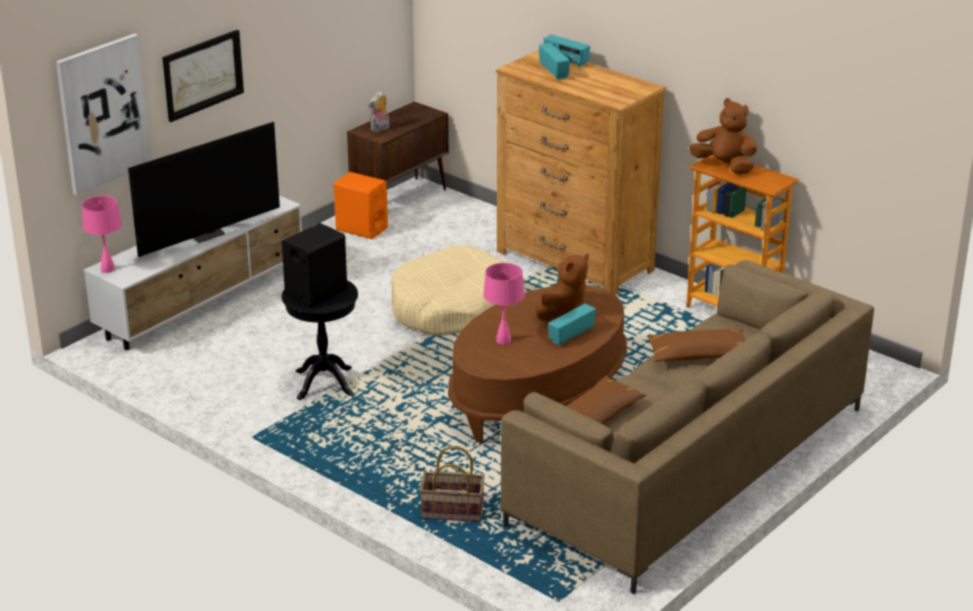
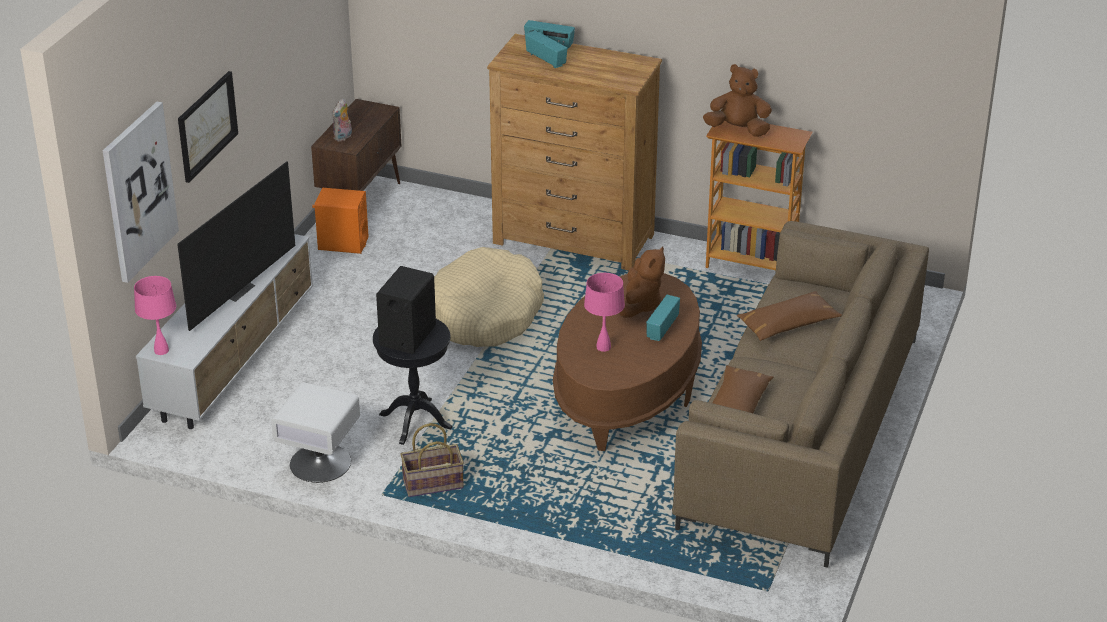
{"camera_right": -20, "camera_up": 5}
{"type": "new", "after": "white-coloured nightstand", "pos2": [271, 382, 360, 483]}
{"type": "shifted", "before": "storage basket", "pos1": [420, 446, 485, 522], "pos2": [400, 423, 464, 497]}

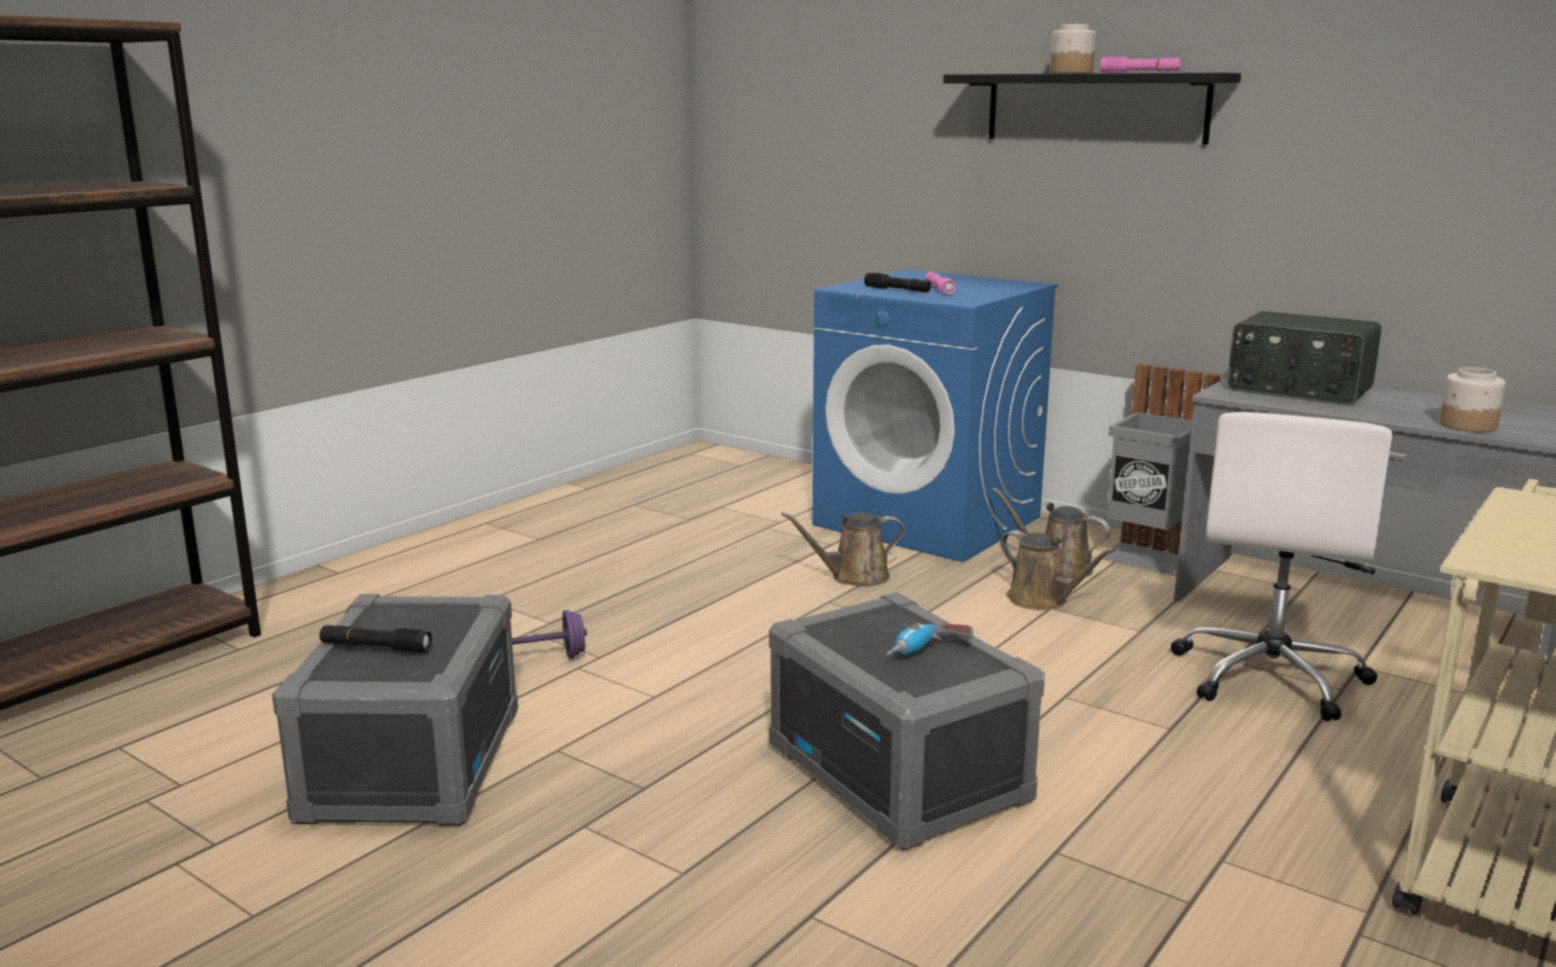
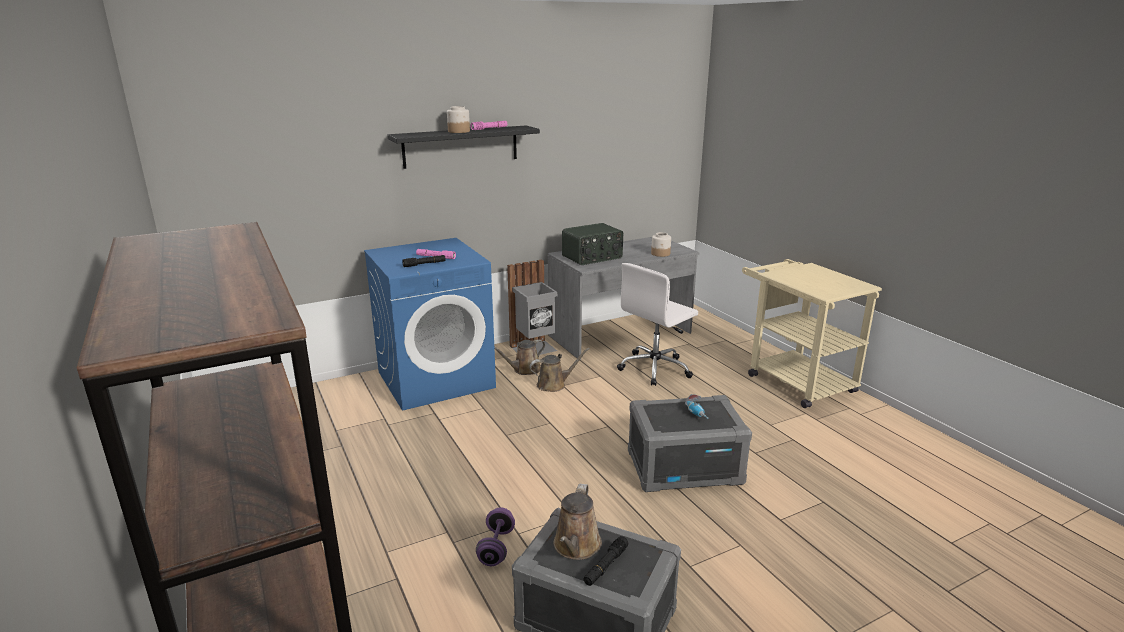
{"camera_right": -65, "camera_up": 5}
{"type": "shifted", "before": "brownish sprinkling can", "pos1": [781, 512, 904, 586], "pos2": [554, 484, 602, 560]}
{"type": "rotated", "before": "white-coloured desk chair", "pos1": [1171, 412, 1392, 721], "pos2": [617, 263, 698, 386], "turn": 90}

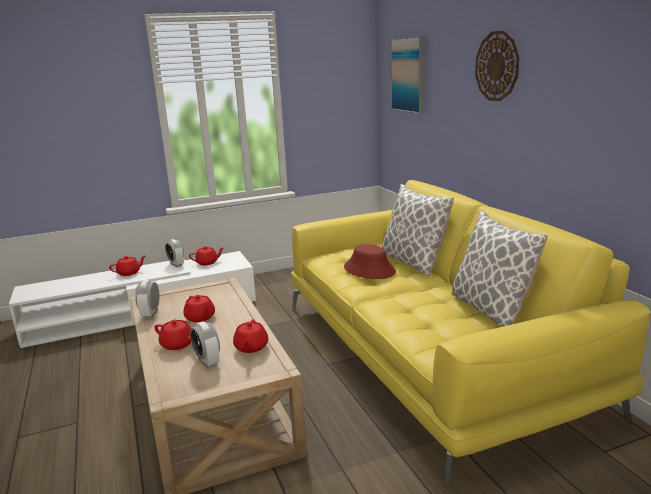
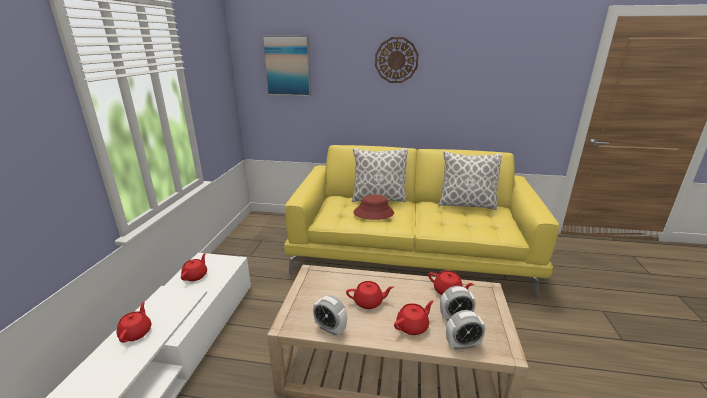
{"camera_right": -60, "camera_up": 5}
{"type": "shifted", "before": "table clock", "pos1": [165, 239, 184, 267], "pos2": [446, 310, 485, 350]}

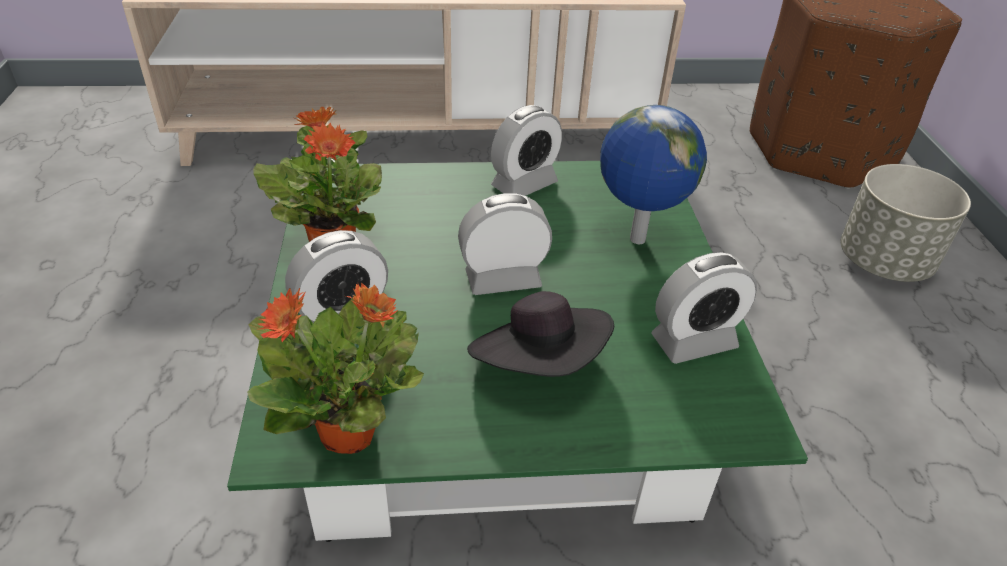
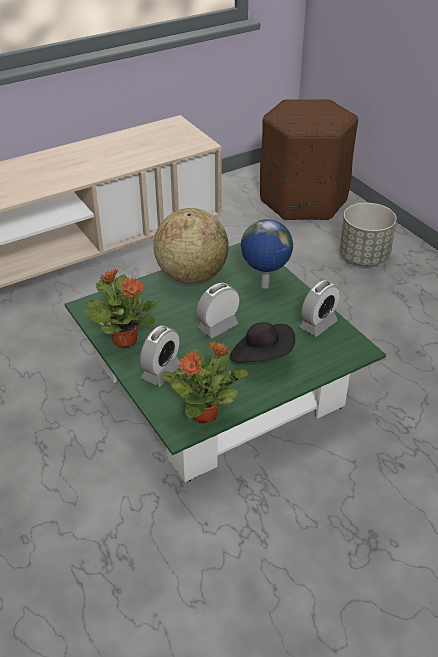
{"camera_right": -25, "camera_up": 0}
{"type": "swapped", "before": "table clock", "after": "world globe", "pos1": [491, 105, 562, 196], "pos2": [153, 208, 229, 284]}

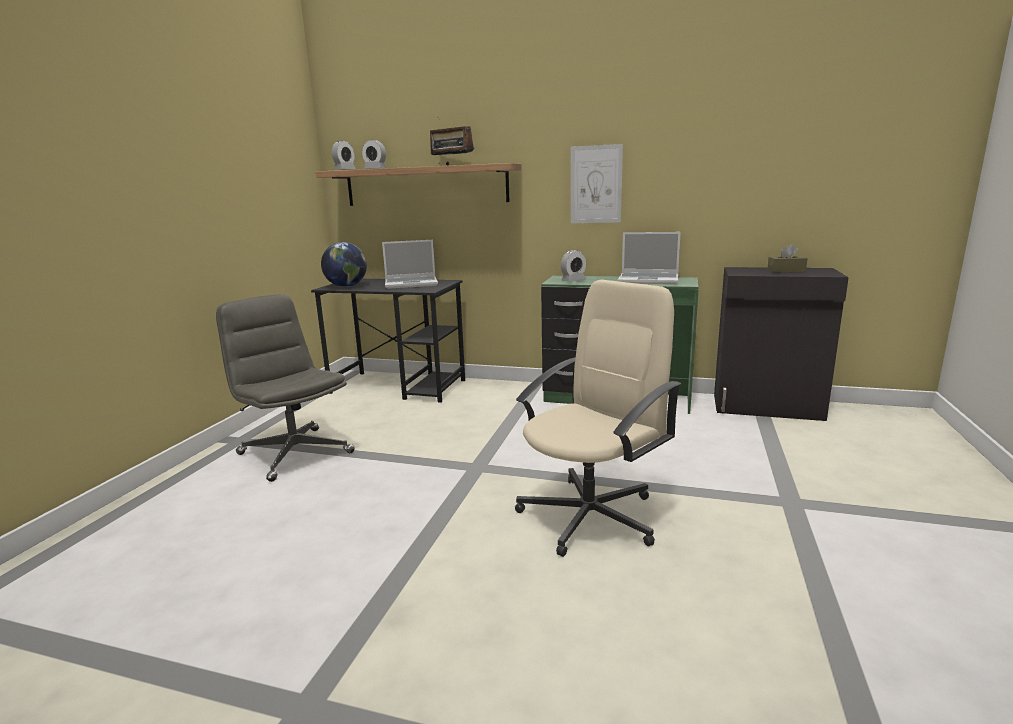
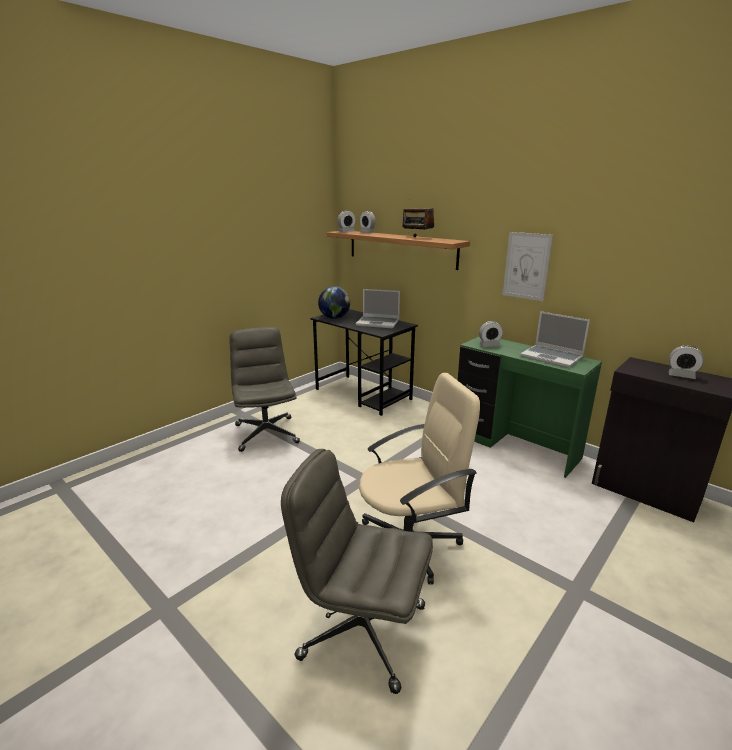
{"camera_right": 25, "camera_up": 5}
{"type": "new", "after": "grey desk chair", "pos2": [281, 449, 433, 694]}
{"type": "swapped", "before": "brownish tissue box", "after": "table clock", "pos1": [767, 244, 807, 273], "pos2": [669, 345, 704, 379]}

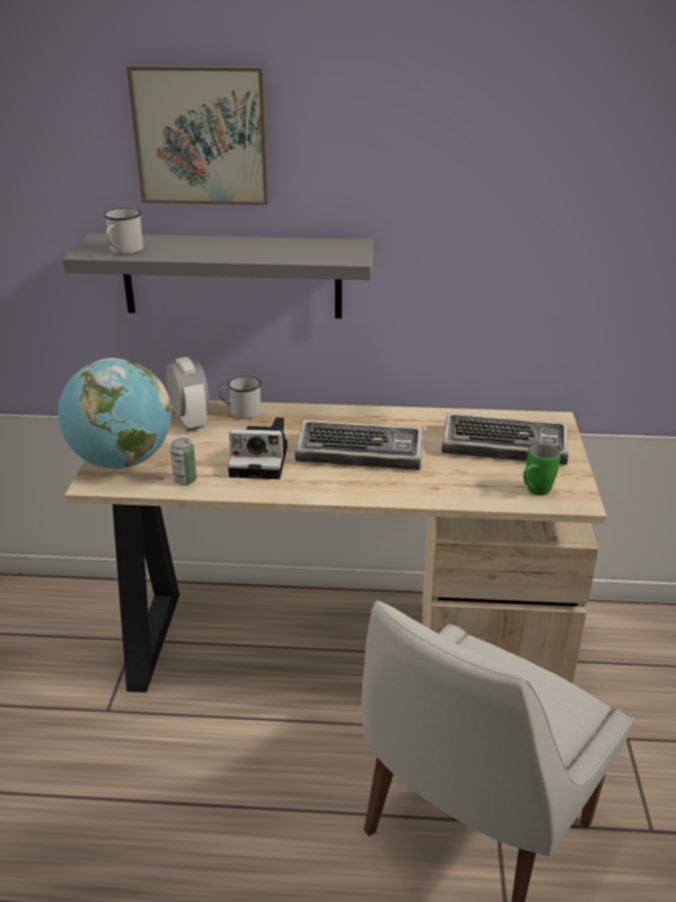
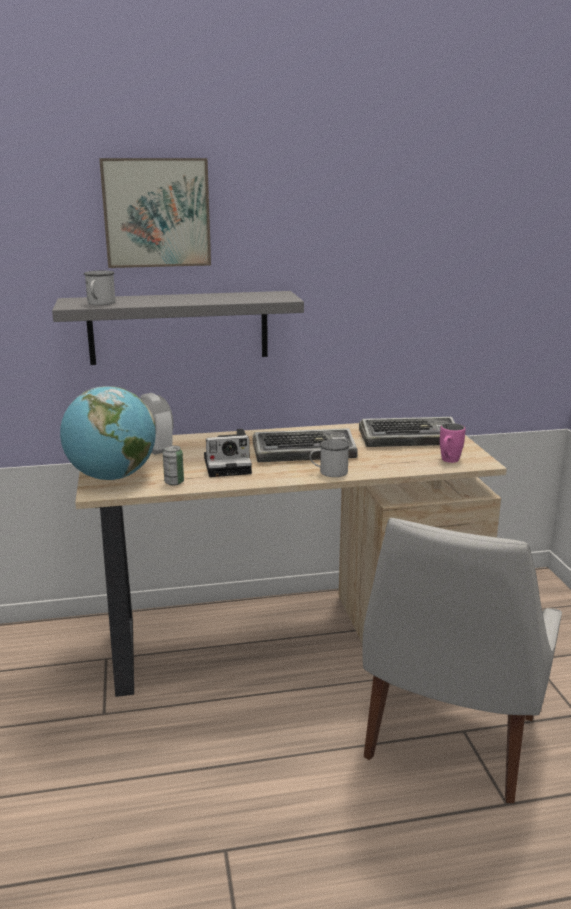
{"camera_right": -15, "camera_up": -10}
{"type": "shifted", "before": "white-coloured mug", "pos1": [219, 376, 261, 419], "pos2": [310, 439, 350, 477]}
{"type": "repainted", "before": "green mug", "after": "pink-coloured mug", "pos1": [523, 443, 561, 496], "pos2": [440, 423, 465, 463]}

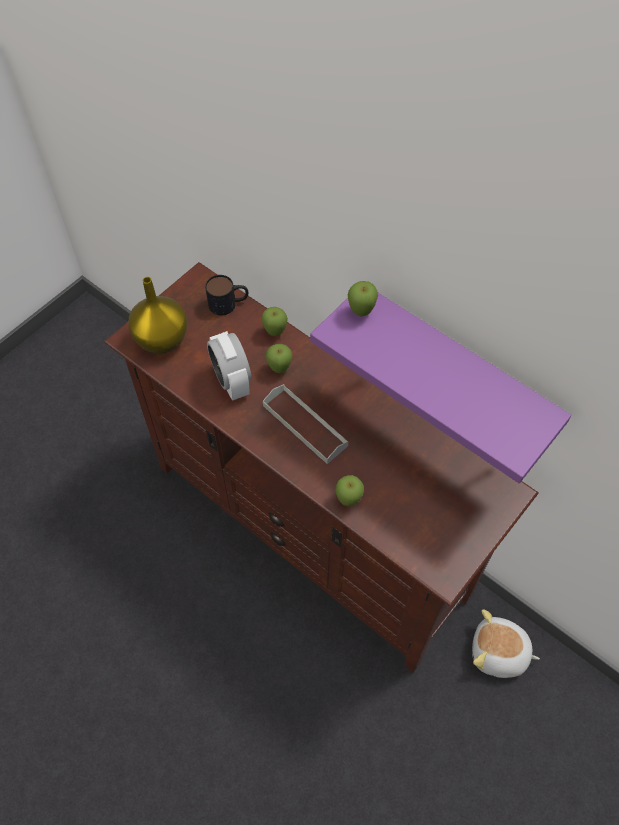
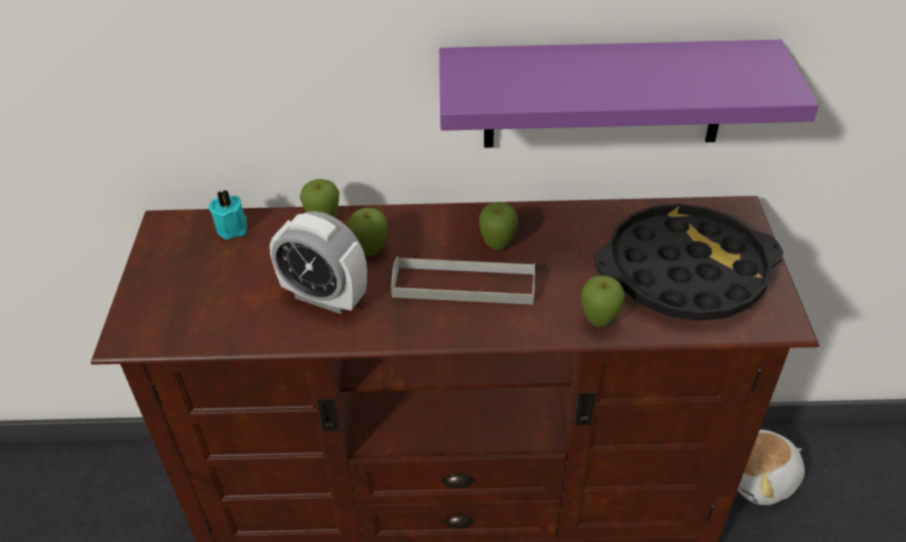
{"camera_right": -40, "camera_up": -15}
{"type": "swapped", "before": "mug", "after": "blue-green wax light", "pos1": [205, 275, 248, 315], "pos2": [209, 189, 247, 240]}
{"type": "shifted", "before": "whole apple", "pos1": [348, 281, 378, 316], "pos2": [479, 202, 518, 251]}
{"type": "new", "after": "black-coloured serving tray", "pos2": [594, 204, 783, 321]}
{"type": "gone", "before": "yellow decorative vase", "pos1": [129, 277, 188, 354]}

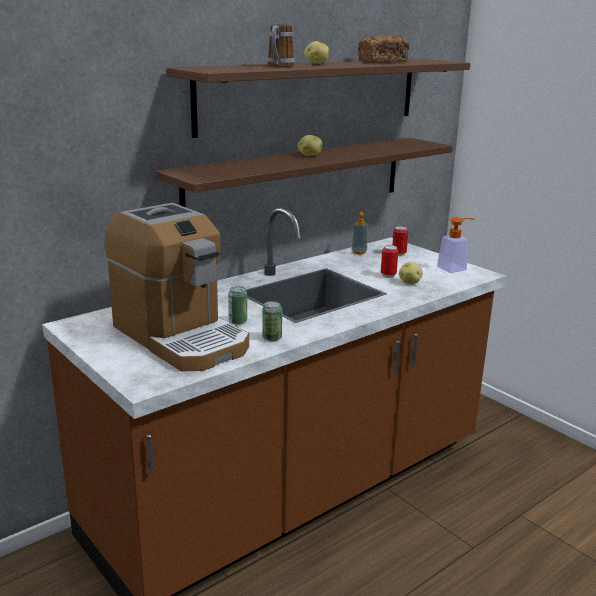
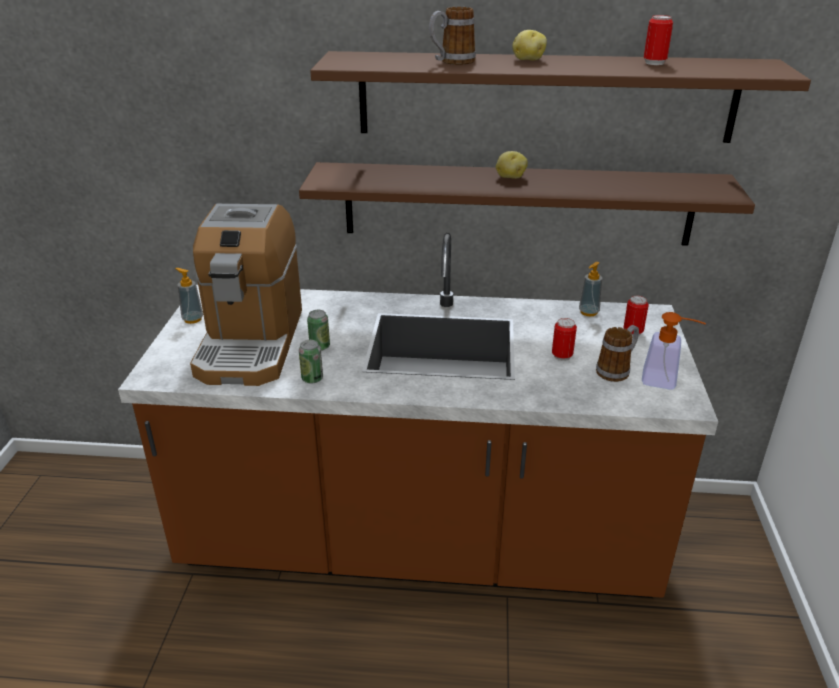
{"camera_right": 45, "camera_up": 10}
{"type": "new", "after": "soap bottle", "pos2": [175, 268, 203, 324]}
{"type": "new", "after": "mug", "pos2": [596, 325, 639, 382]}
{"type": "swapped", "before": "bread", "after": "sealed can", "pos1": [358, 35, 409, 63], "pos2": [644, 15, 673, 65]}
{"type": "gone", "before": "potato", "pos1": [399, 262, 423, 284]}

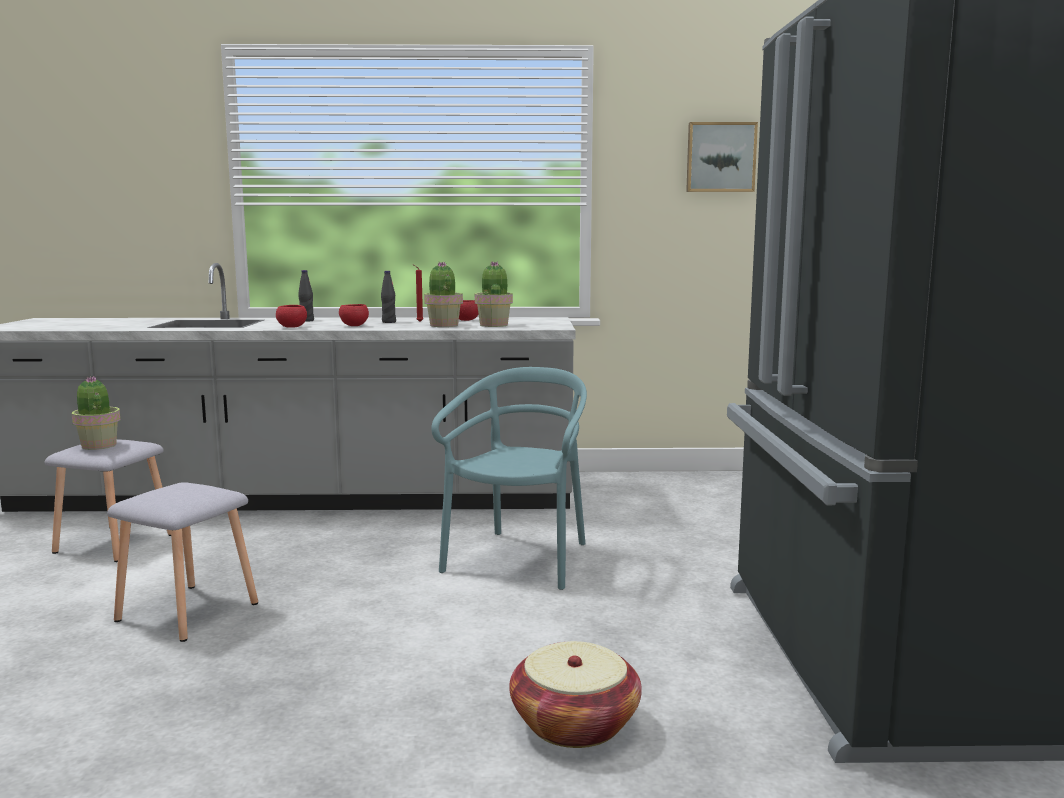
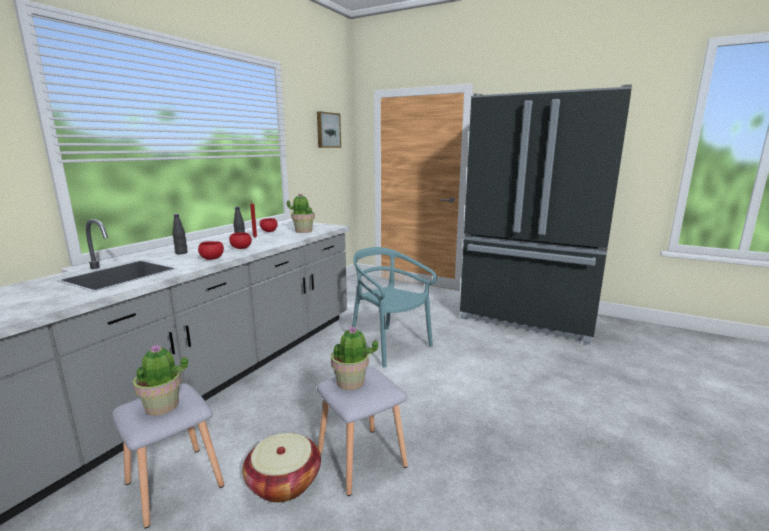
{"camera_right": -60, "camera_up": 5}
{"type": "shifted", "before": "storage basket", "pos1": [509, 641, 642, 748], "pos2": [243, 433, 321, 502]}
{"type": "shifted", "before": "potted plant", "pos1": [424, 262, 463, 327], "pos2": [331, 326, 379, 390]}

